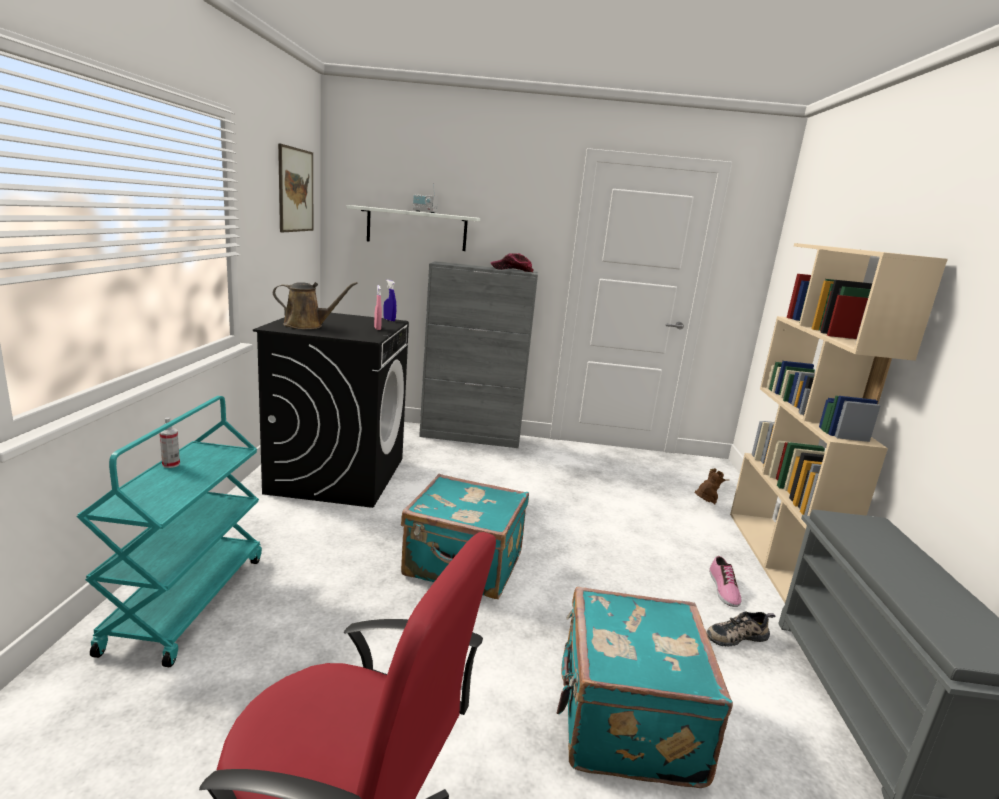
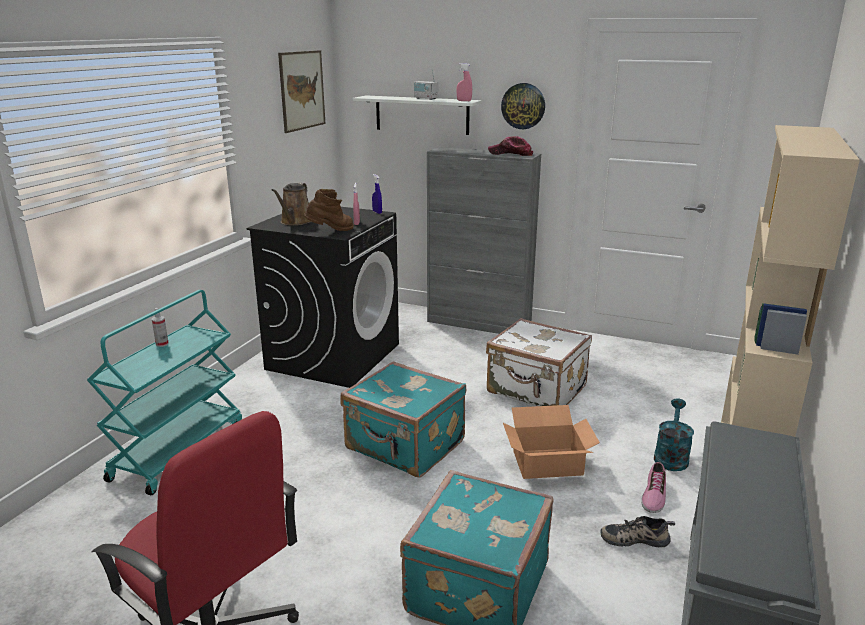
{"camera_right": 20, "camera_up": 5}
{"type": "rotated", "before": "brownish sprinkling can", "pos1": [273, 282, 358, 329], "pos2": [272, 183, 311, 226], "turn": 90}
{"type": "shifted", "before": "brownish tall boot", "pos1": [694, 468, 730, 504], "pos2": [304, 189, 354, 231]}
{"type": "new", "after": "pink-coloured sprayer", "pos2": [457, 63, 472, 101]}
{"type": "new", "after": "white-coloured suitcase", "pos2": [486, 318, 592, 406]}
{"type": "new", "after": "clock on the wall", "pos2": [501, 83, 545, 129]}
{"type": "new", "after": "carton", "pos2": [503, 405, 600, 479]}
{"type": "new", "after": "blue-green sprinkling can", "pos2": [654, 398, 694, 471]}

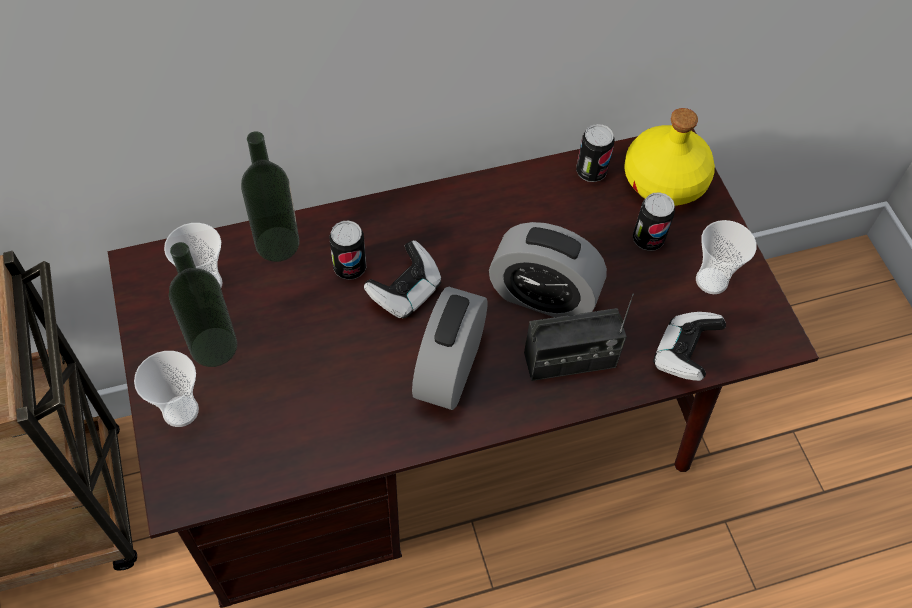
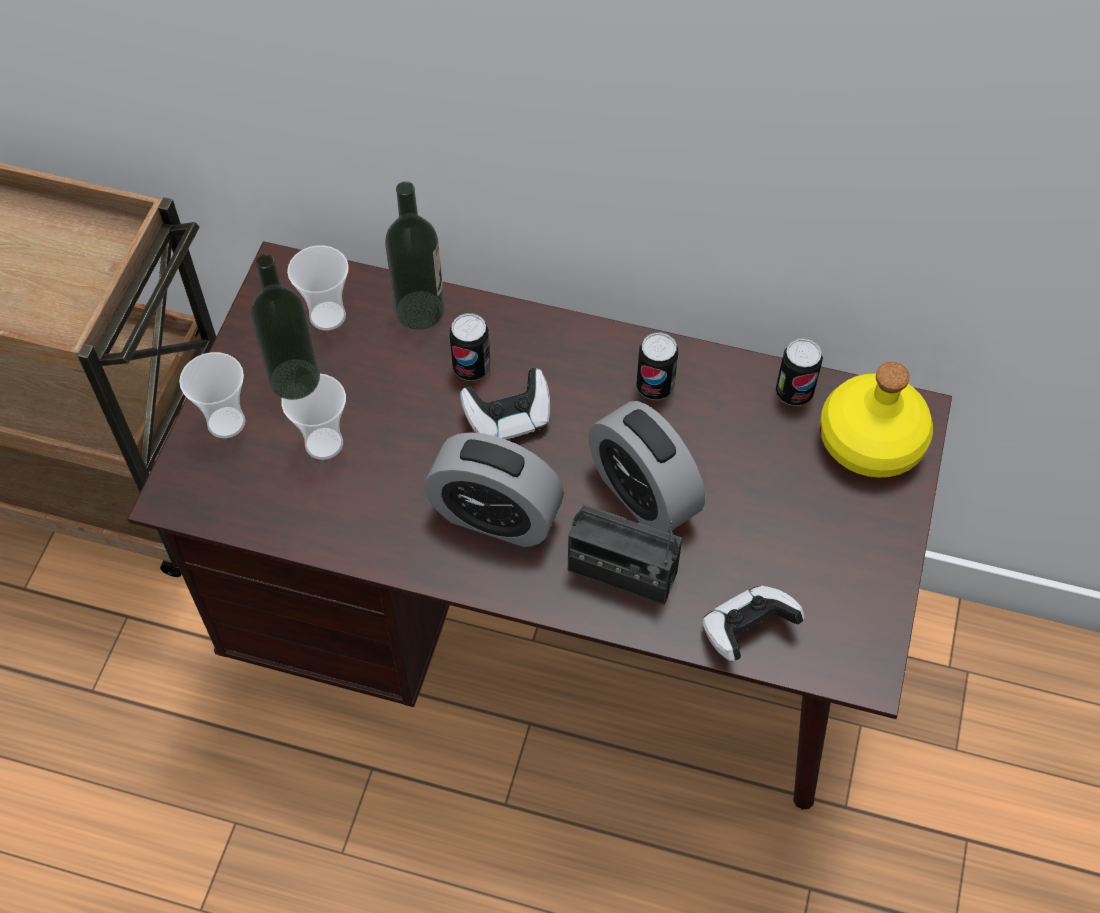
{"camera_right": 35, "camera_up": 0}
{"type": "shifted", "before": "small cup", "pos1": [696, 220, 757, 294], "pos2": [282, 373, 346, 460]}
{"type": "rotated", "before": "table clock", "pos1": [412, 287, 488, 410], "pos2": [424, 432, 564, 547], "turn": -120}
{"type": "shifted", "before": "sealed can", "pos1": [633, 192, 675, 251], "pos2": [636, 332, 678, 400]}

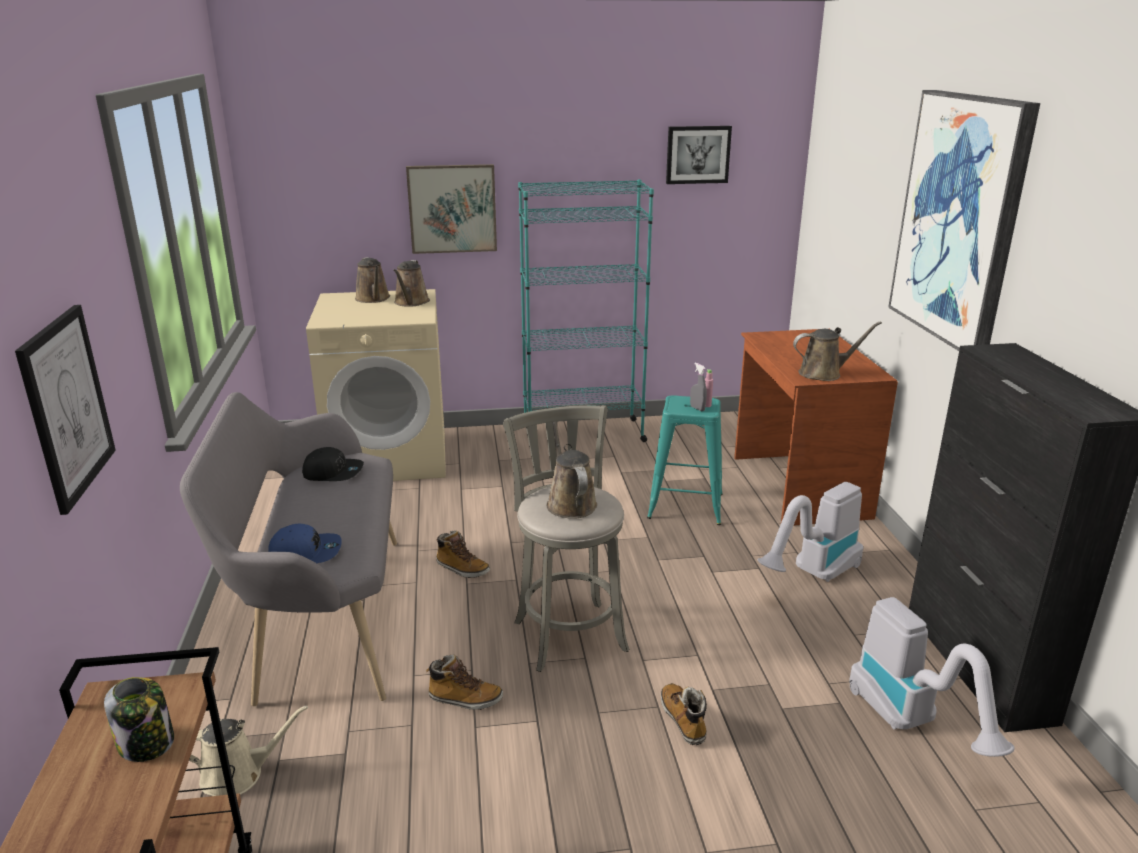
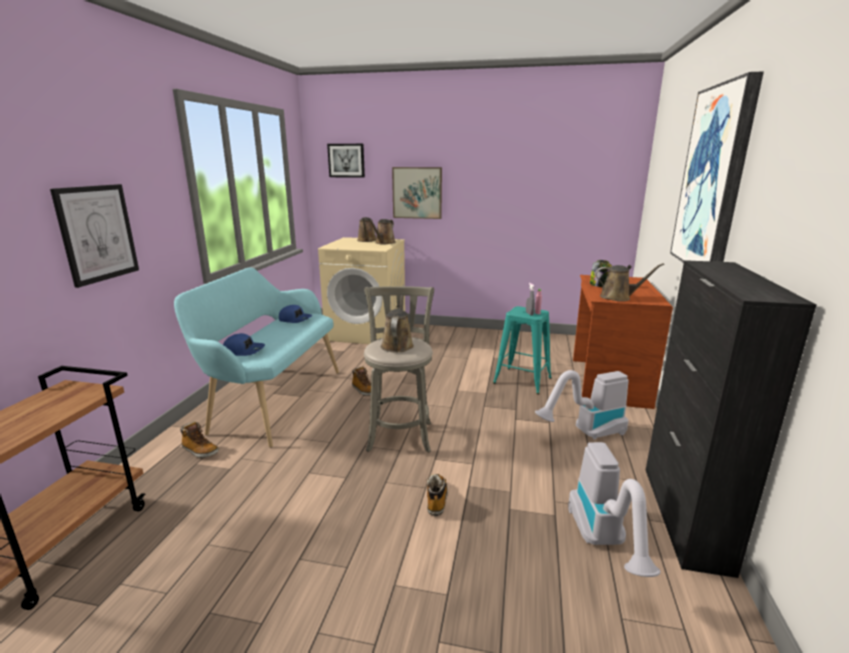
{"camera_right": 20, "camera_up": -5}
{"type": "repainted", "before": "grey bench", "after": "blue-green bench", "pos1": [180, 392, 397, 706], "pos2": [174, 268, 339, 447]}
{"type": "shifted", "before": "tall boot", "pos1": [426, 655, 503, 710], "pos2": [180, 421, 219, 458]}
{"type": "repainted", "before": "black-coloured baseball cap", "after": "bluish baseball cap", "pos1": [302, 447, 364, 481], "pos2": [279, 305, 312, 323]}
{"type": "shifted", "before": "picture", "pos1": [666, 126, 732, 184], "pos2": [327, 144, 365, 178]}
{"type": "shifted", "before": "storage jar", "pos1": [104, 677, 174, 762], "pos2": [590, 260, 612, 287]}
{"type": "gone", "before": "beige-coloured sprinkling can", "pos1": [189, 705, 308, 796]}
{"type": "gone", "before": "blue-green bookshelf", "pos1": [518, 179, 654, 442]}

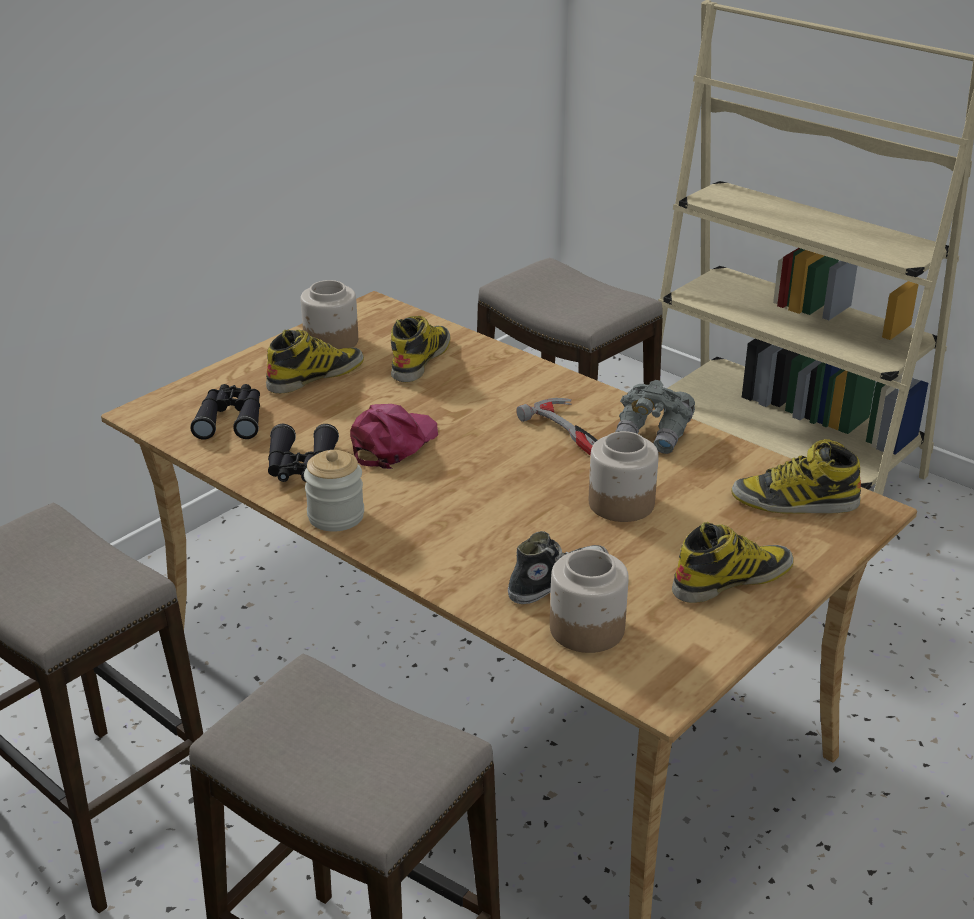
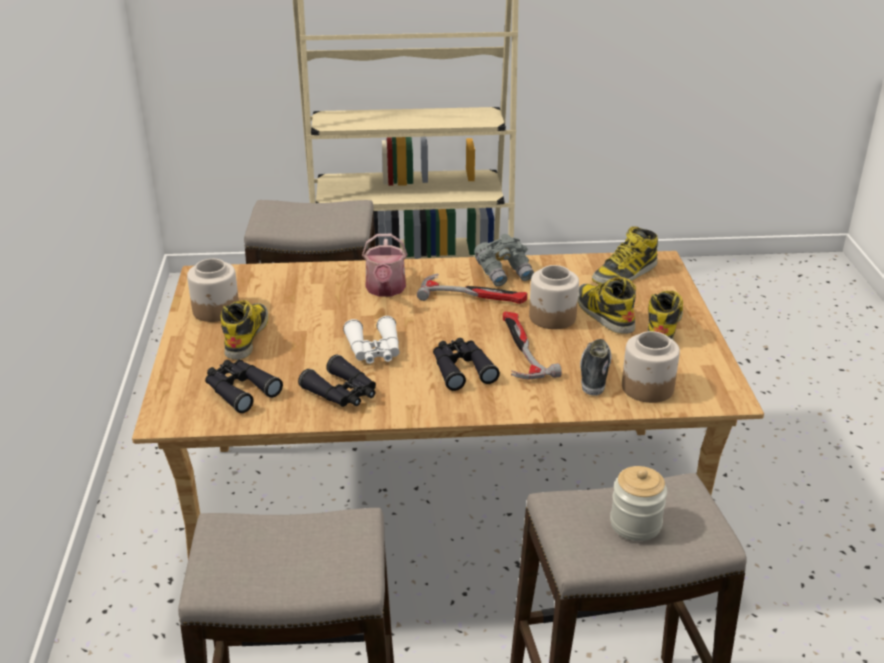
{"camera_right": -45, "camera_up": 0}
{"type": "swapped", "before": "pink-coloured baseball cap", "after": "white-coloured field glasses", "pos1": [350, 404, 438, 469], "pos2": [343, 316, 400, 364]}
{"type": "new", "after": "sprinkling can", "pos2": [362, 234, 407, 297]}
{"type": "new", "after": "black-coloured field glasses", "pos2": [433, 338, 500, 391]}
{"type": "new", "after": "hand hammer", "pos2": [503, 311, 562, 379]}
{"type": "shifted", "before": "tall boot", "pos1": [391, 316, 450, 382], "pos2": [578, 277, 636, 334]}
{"type": "shifted", "before": "storage jar", "pos1": [304, 450, 364, 531], "pos2": [610, 466, 667, 541]}

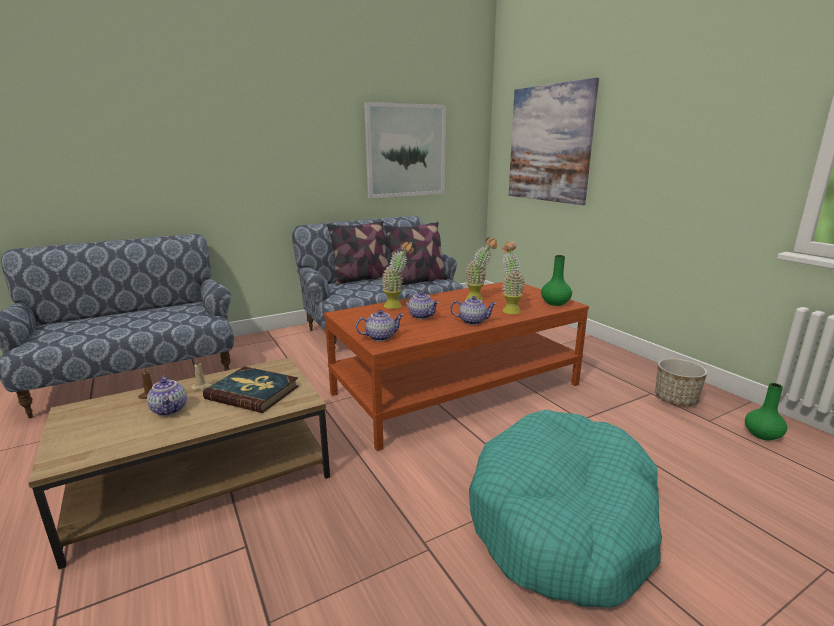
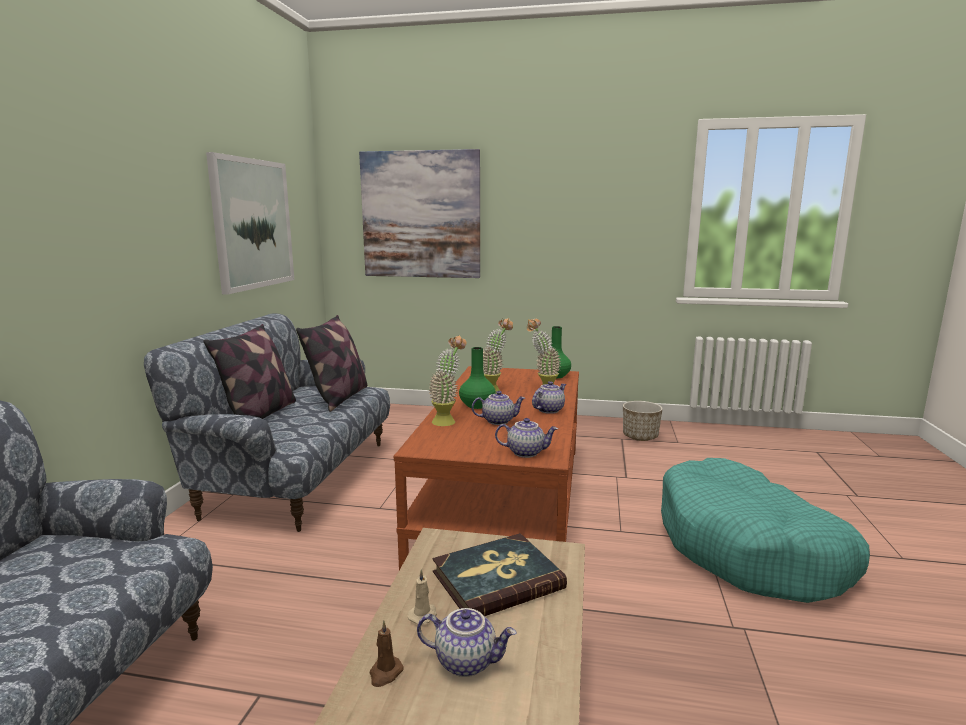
{"camera_right": -50, "camera_up": -5}
{"type": "shifted", "before": "green decorative vase", "pos1": [745, 383, 787, 441], "pos2": [459, 347, 496, 409]}
{"type": "rotated", "before": "pot for tea", "pos1": [356, 310, 404, 341], "pos2": [495, 418, 558, 458], "turn": 75}

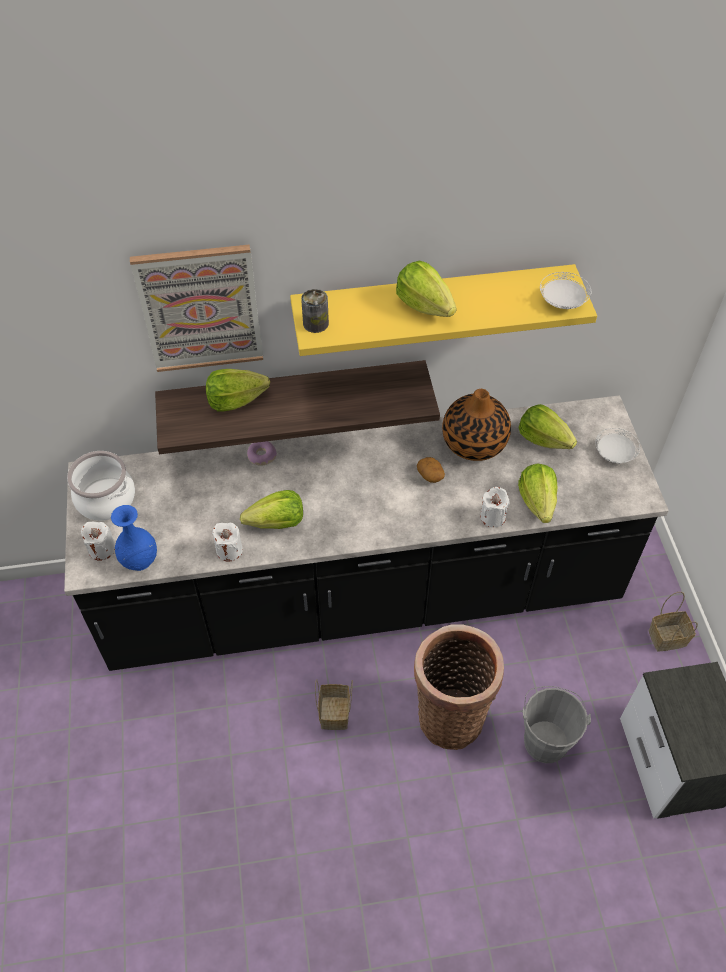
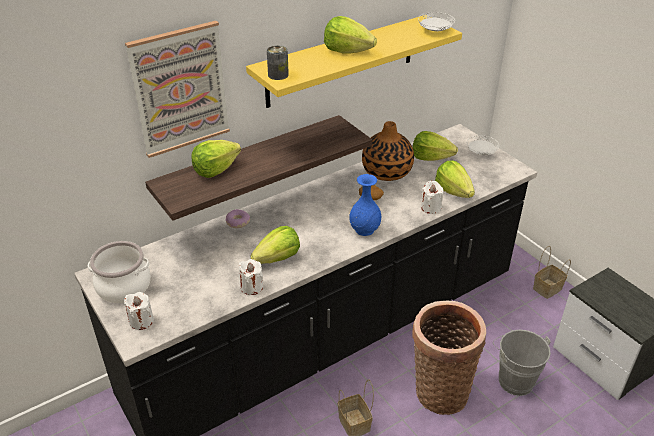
{"camera_right": -25, "camera_up": -15}
{"type": "shifted", "before": "bluish decorative vase", "pos1": [111, 505, 157, 571], "pos2": [349, 174, 381, 236]}

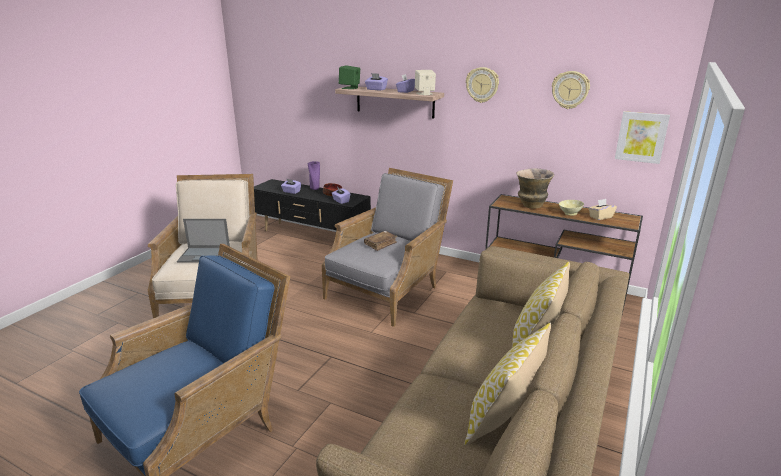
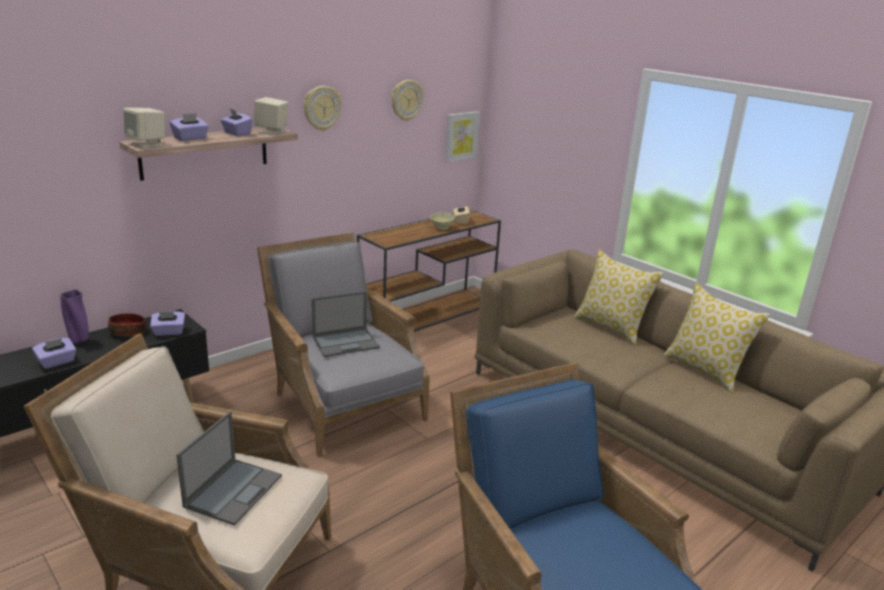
{"camera_right": -70, "camera_up": 0}
{"type": "repainted", "before": "green loudspeaker", "after": "beige-coloured loudspeaker", "pos1": [339, 65, 360, 89], "pos2": [123, 108, 165, 148]}
{"type": "swapped", "before": "brownish book", "after": "portable computer", "pos1": [364, 231, 398, 251], "pos2": [312, 291, 380, 357]}
{"type": "gone", "before": "decorative vase", "pos1": [516, 168, 554, 208]}

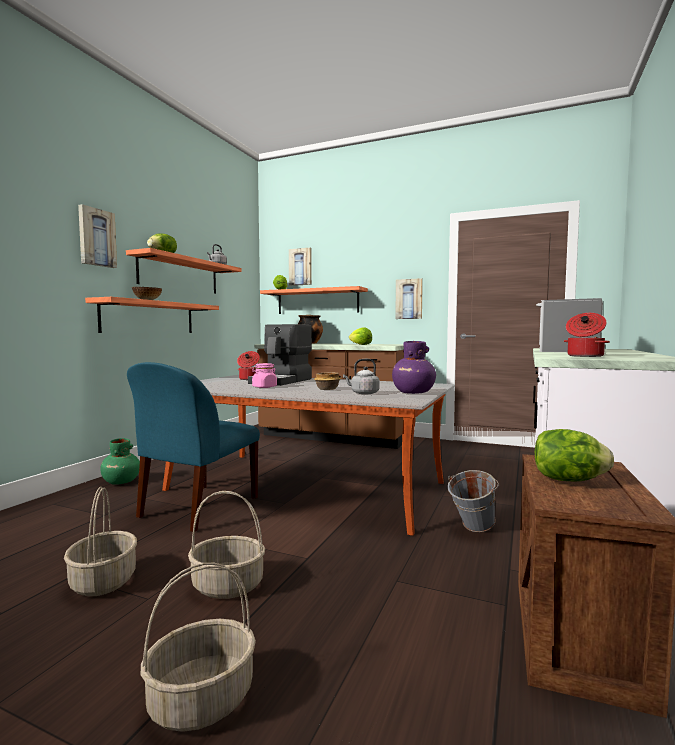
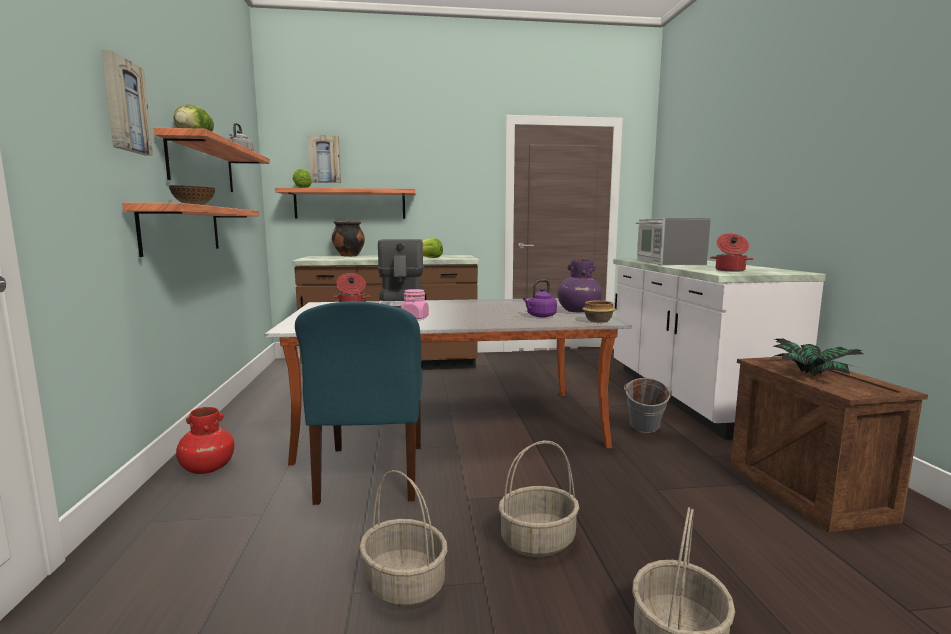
{"camera_right": -30, "camera_up": 5}
{"type": "repainted", "before": "green decorative vase", "after": "red-coloured decorative vase", "pos1": [100, 438, 140, 485], "pos2": [176, 407, 234, 474]}
{"type": "repainted", "before": "grey kettle", "after": "purplish kettle", "pos1": [343, 359, 380, 394], "pos2": [523, 279, 557, 317]}
{"type": "shifted", "before": "serving bowl", "pos1": [314, 372, 341, 390], "pos2": [582, 300, 616, 323]}
{"type": "swapped", "before": "head of lettuce", "after": "potted plant", "pos1": [535, 429, 614, 481], "pos2": [774, 339, 863, 377]}
{"type": "gone", "before": "picture", "pos1": [395, 278, 423, 319]}

